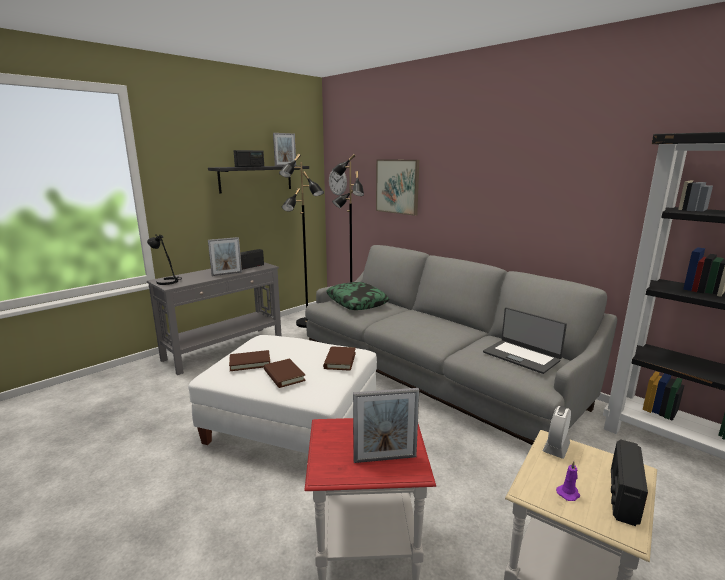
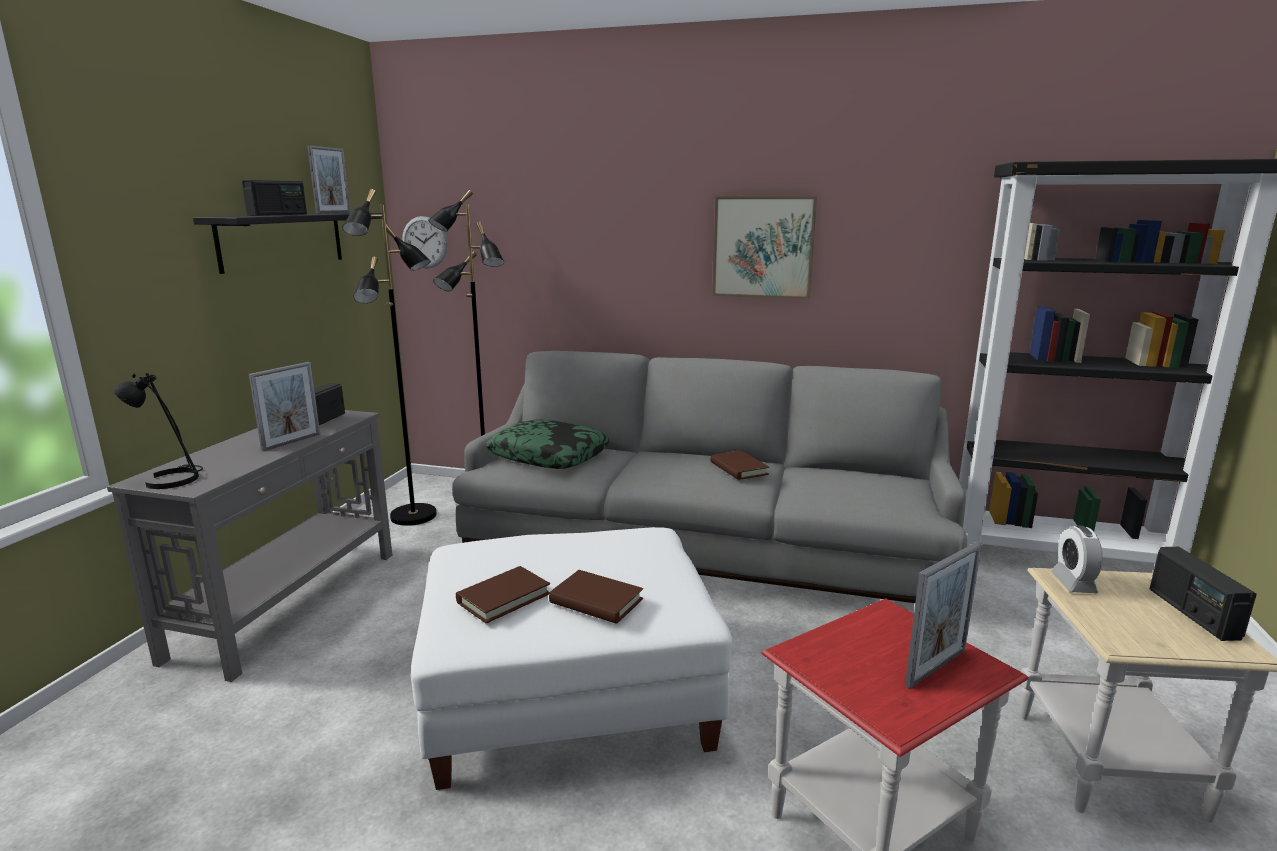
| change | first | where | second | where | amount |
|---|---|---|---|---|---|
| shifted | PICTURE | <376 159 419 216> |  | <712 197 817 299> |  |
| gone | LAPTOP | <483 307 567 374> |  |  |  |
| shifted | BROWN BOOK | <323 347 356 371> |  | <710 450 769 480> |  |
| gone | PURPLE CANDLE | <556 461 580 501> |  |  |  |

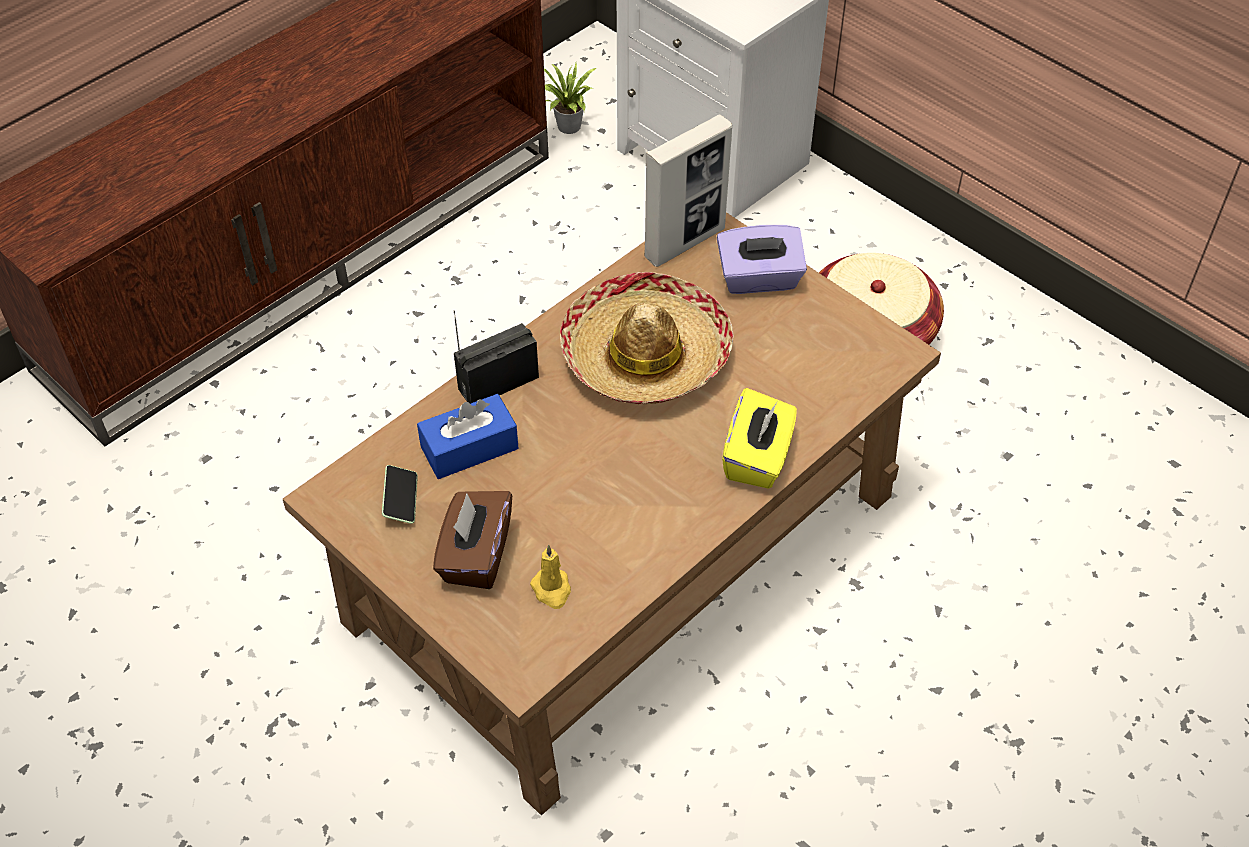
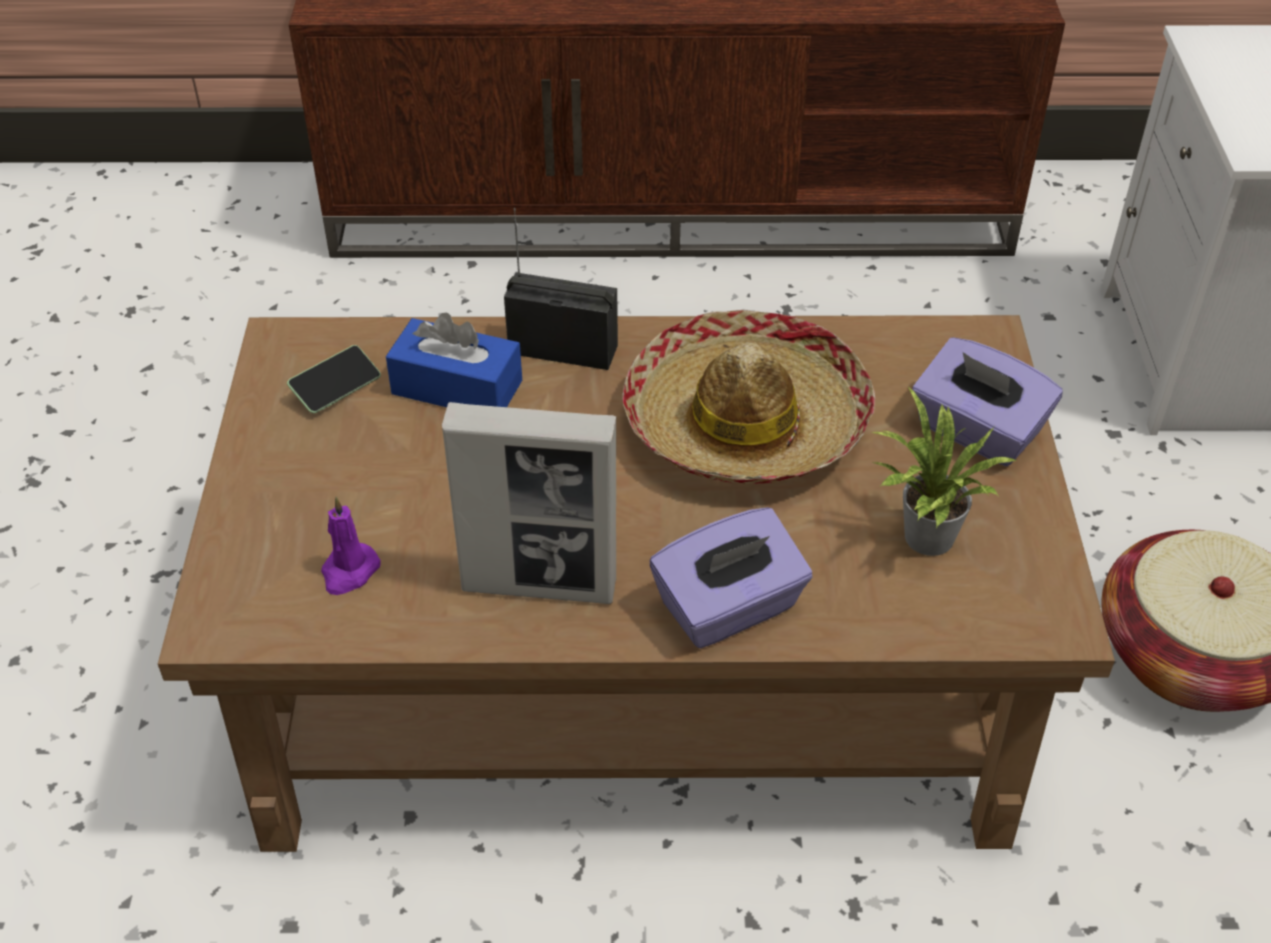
| change | first | where | second | where | amount |
|---|---|---|---|---|---|
| shifted | POTTED PLANT | <544 63 596 134> |  | <872 387 1018 556> |  |
| shifted | PICTURE FRAME | <644 114 732 267> |  | <442 402 616 604> |  |
| repainted | YELLOW TISSUE BOX | <722 388 797 489> | PURPLE TISSUE BOX | <650 507 813 648> |  |
| gone | BROWN TISSUE BOX | <433 491 512 589> |  |  |  |
| repainted | YELLOW CANDLE | <530 545 571 609> | PURPLE CANDLE | <321 497 381 595> |  |

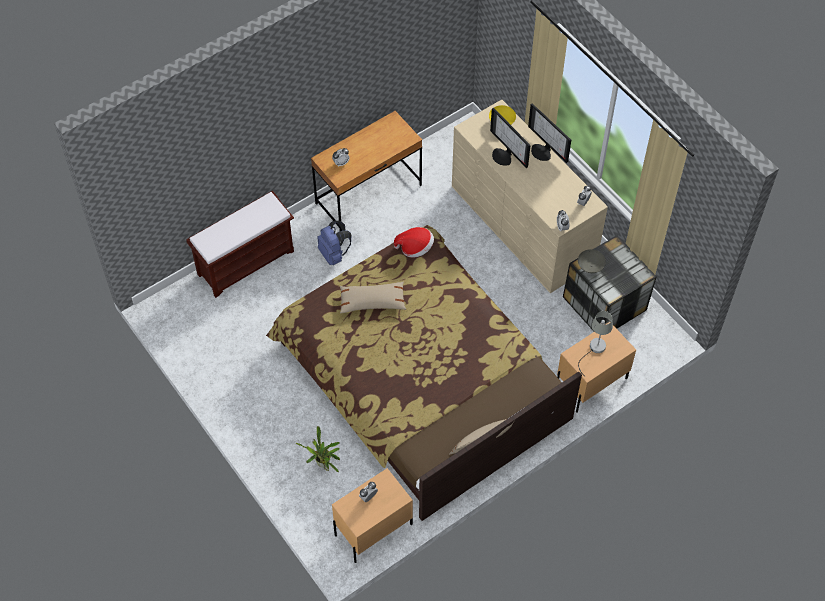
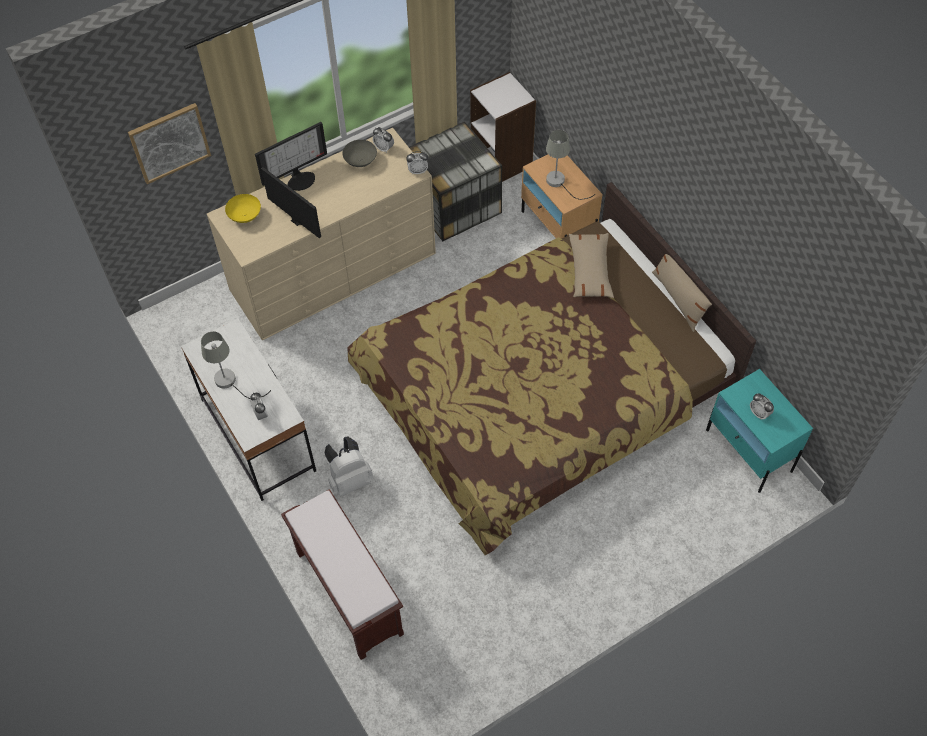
| change | first | where | second | where | amount |
|---|---|---|---|---|---|
| rotated | MONITOR | <490 108 530 168> |  | <261 167 321 238> | 105 degrees counterclockwise |
| repainted | BROWN DESK | <311 111 422 231> | WHITE DESK | <181 319 316 501> |  |
| repainted | BLUE BACKPACK | <317 221 351 265> | WHITE BACKPACK | <325 437 373 497> |  |
| gone | HAT | <394 227 434 258> |  |  |  |
| shifted | GREY BOWL | <578 249 606 273> |  | <342 140 377 167> |  |
| shifted | BEIGE PILLOW | <340 281 406 314> |  | <569 233 614 298> |  |
| gone | POTTED PLANT | <296 426 340 473> |  |  |  |
| repainted | BEIGE NIGHTSTAND | <332 468 413 563> | TURQUOISE NIGHTSTAND | <706 369 813 493> |  |
| new |  |  | WHITE BOOKCASE | <470 72 536 182> |  |
| new |  |  | PICTURE | <128 103 211 184> |  |
| new |  |  | GREY TABLE LAMP | <201 331 271 399> |  |

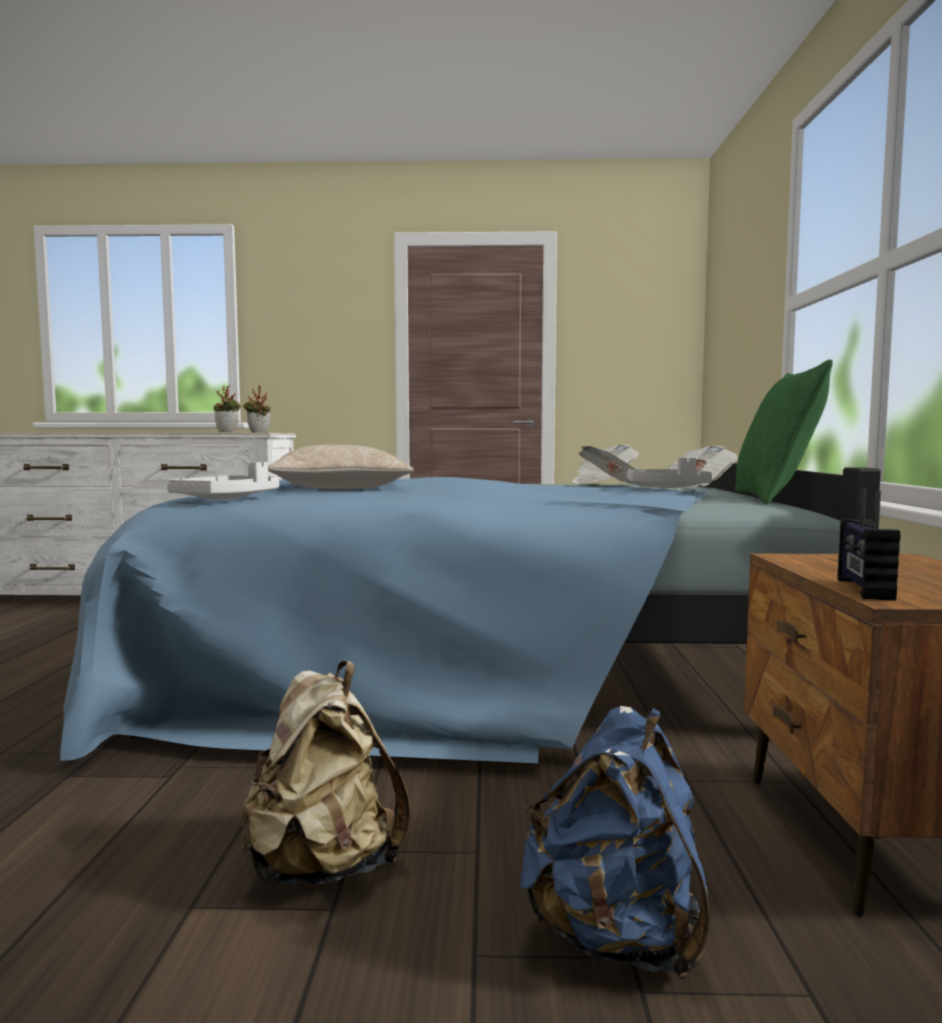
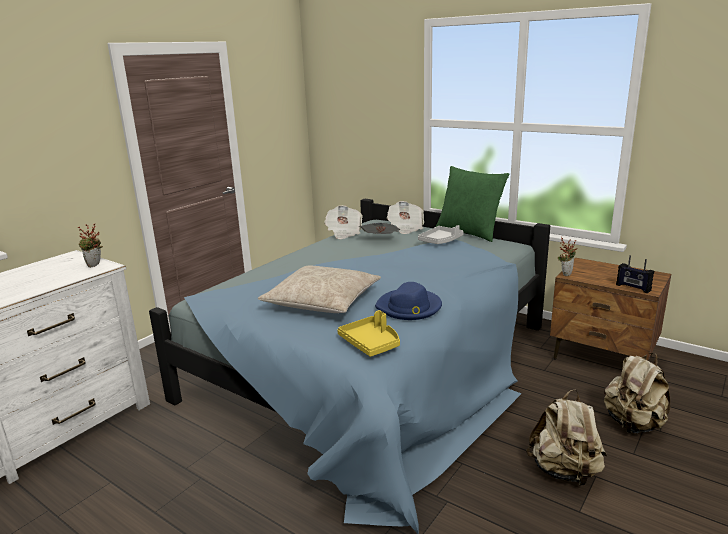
| change | first | where | second | where | amount |
|---|---|---|---|---|---|
| shifted | POTTED PLANT | <214 386 241 433> |  | <558 237 578 276> |  |
| repainted | WHITE TRAY | <167 462 279 499> | YELLOW TRAY | <337 310 400 357> |  |
| repainted | BLUE BACKPACK | <520 706 710 980> | BEIGE BACKPACK | <604 353 670 434> |  |
| new |  |  | BLUE HAT | <375 282 442 320> |  |

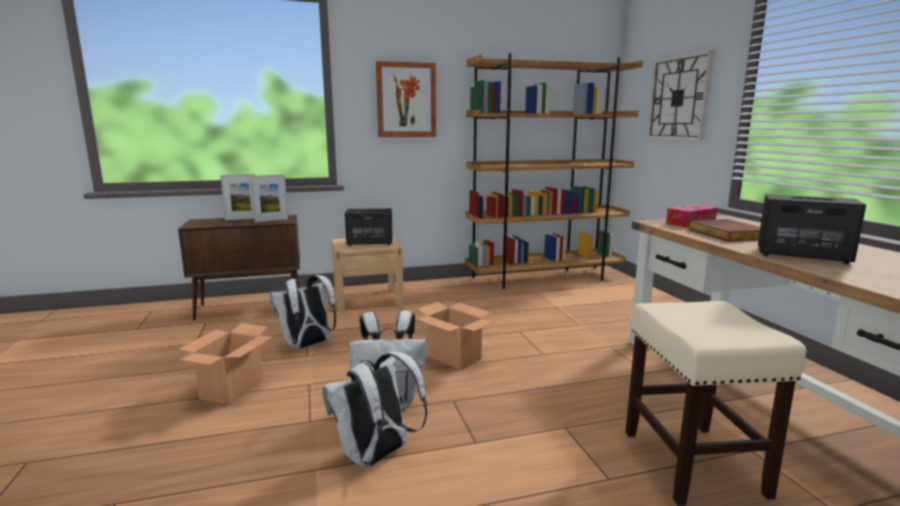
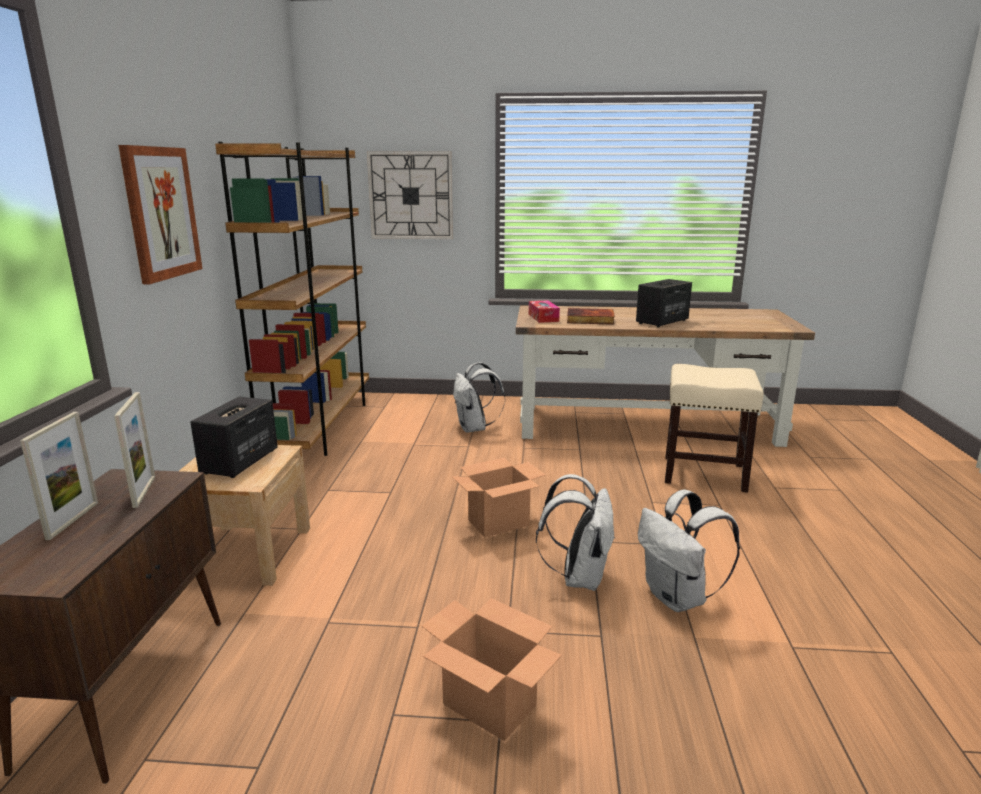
| change | first | where | second | where | amount |
|---|---|---|---|---|---|
| shifted | WHITE BACKPACK | <269 275 336 349> |  | <453 362 505 433> |  |

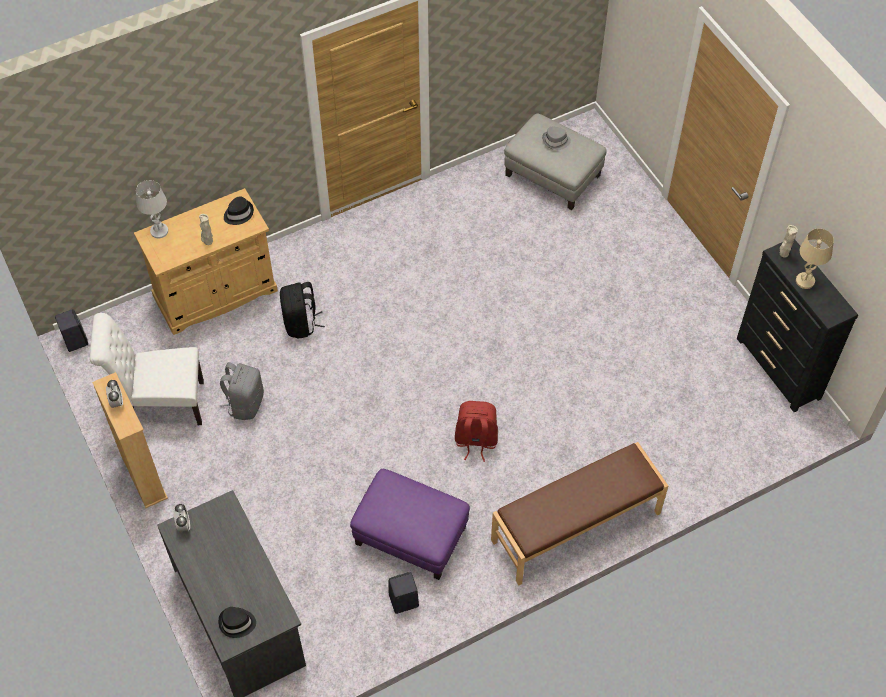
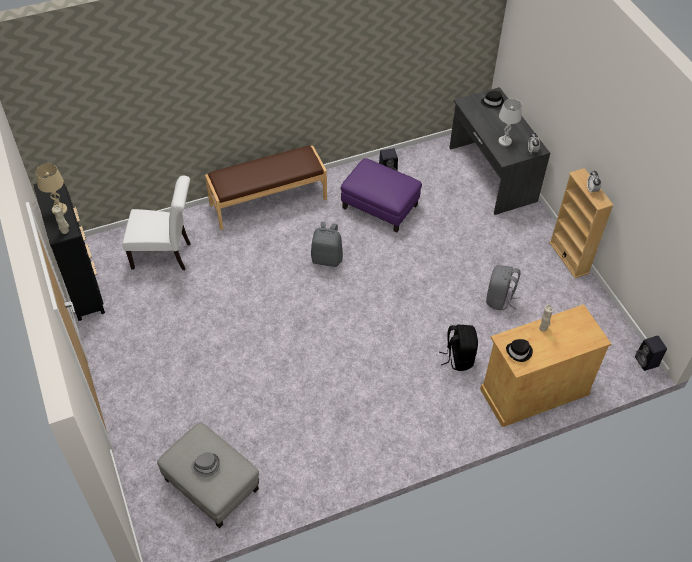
| change | first | where | second | where | amount |
|---|---|---|---|---|---|
| shifted | WHITE TABLE LAMP | <136 180 168 238> |  | <499 99 522 146> |  |
| shifted | WHITE CHAIR | <90 313 204 425> |  | <122 176 191 270> |  |
| repainted | RED BACKPACK | <455 401 498 462> | GREY BACKPACK | <311 222 343 267> |  |

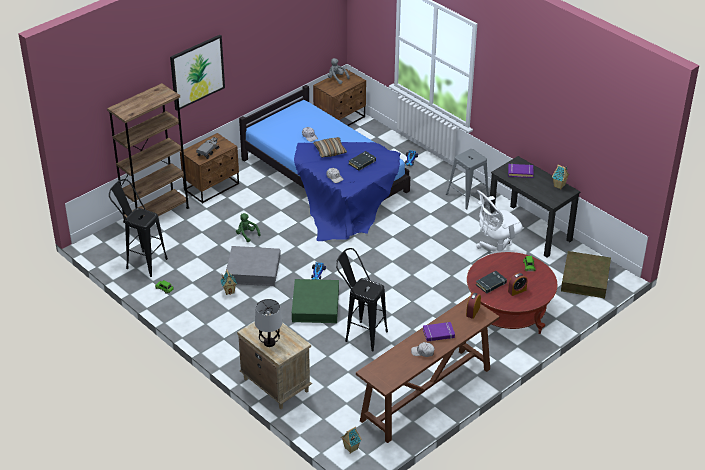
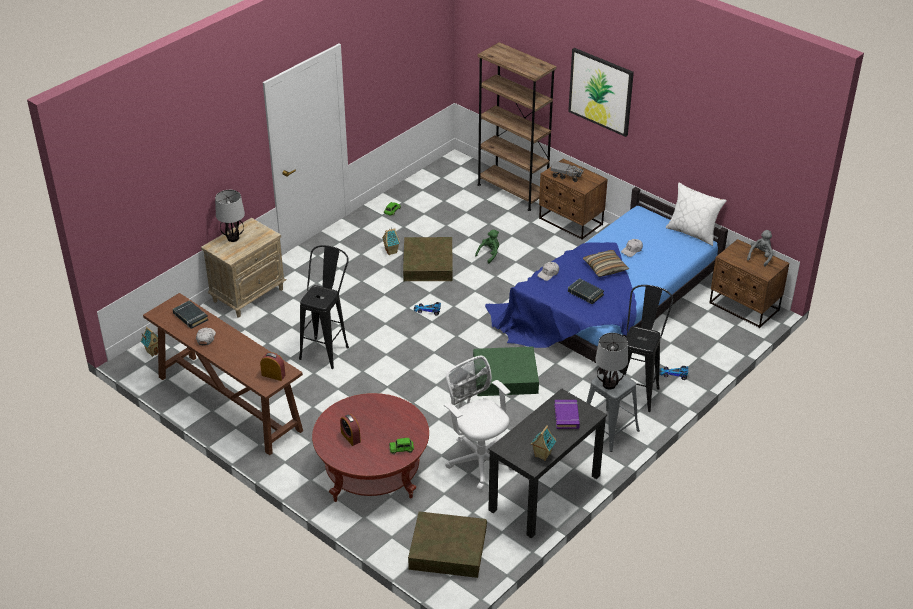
| change | first | where | second | where | amount |
|---|---|---|---|---|---|
| shifted | BLACK STOOL | <109 179 168 277> |  | <619 285 673 412> |  |
| repainted | GREY STORAGE BOX | <225 246 280 286> | BROWN STORAGE BOX | <403 237 453 281> |  |
| shifted | BLACK BOOK | <476 271 507 293> |  | <173 300 208 329> |  |
| shifted | GREEN STORAGE BOX | <292 279 339 323> |  | <473 346 539 396> |  |
| gone | PURPLE BOOK | <423 322 455 342> |  |  |  |
| new |  |  | WHITE PILLOW | <666 183 727 246> |  |
| new |  |  | TABLE LAMP | <595 333 628 389> |  |

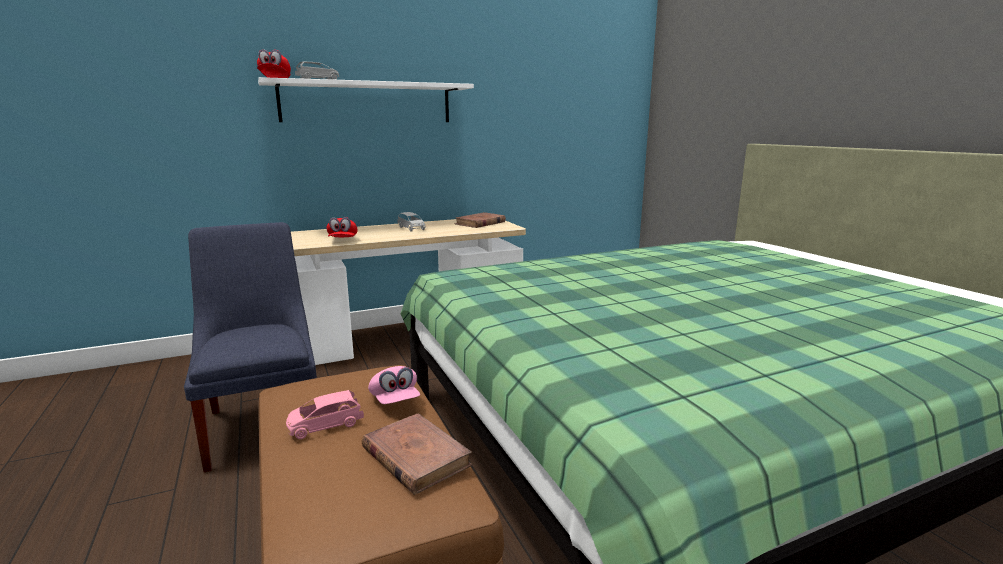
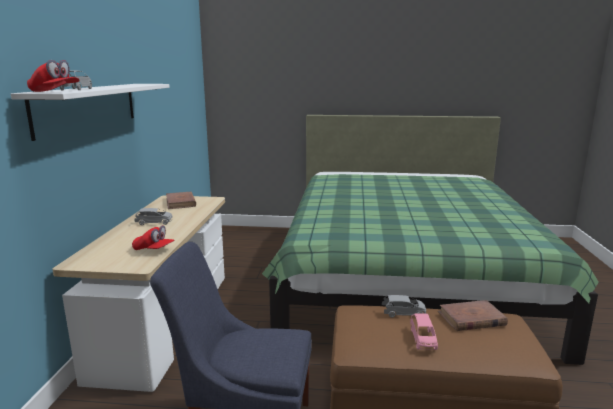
| change | first | where | second | where | amount |
|---|---|---|---|---|---|
| swapped | PINK CAP | <368 366 420 404> | GREY TOY CAR | <382 295 426 318> |  |

